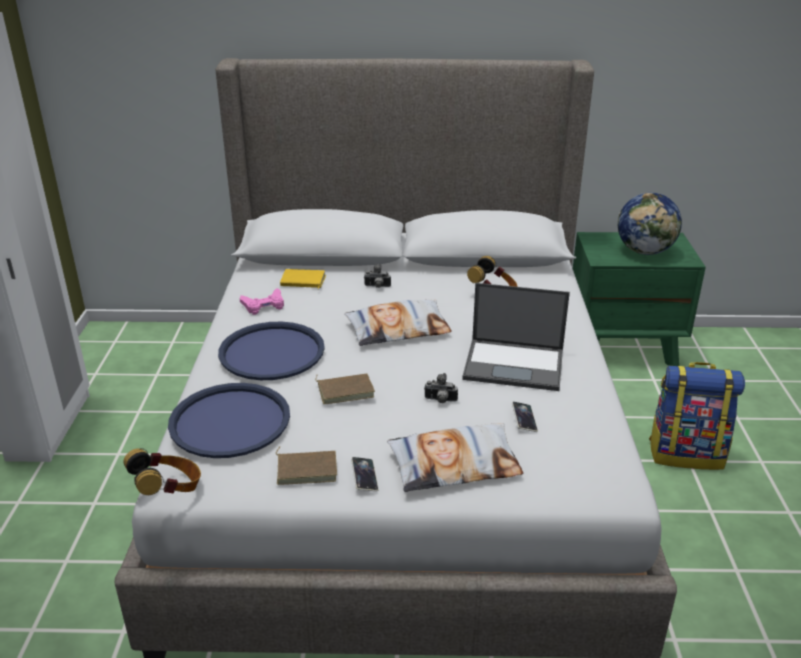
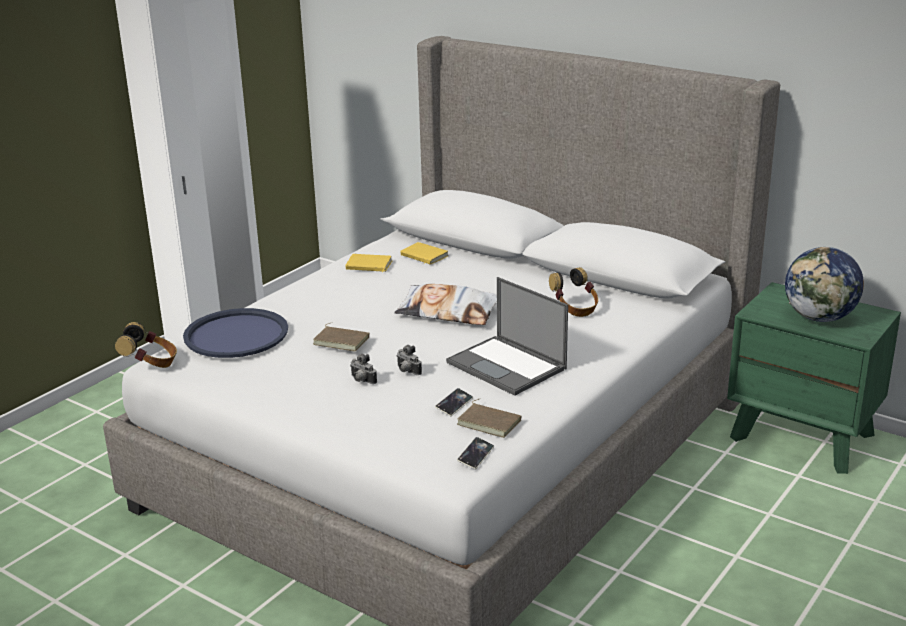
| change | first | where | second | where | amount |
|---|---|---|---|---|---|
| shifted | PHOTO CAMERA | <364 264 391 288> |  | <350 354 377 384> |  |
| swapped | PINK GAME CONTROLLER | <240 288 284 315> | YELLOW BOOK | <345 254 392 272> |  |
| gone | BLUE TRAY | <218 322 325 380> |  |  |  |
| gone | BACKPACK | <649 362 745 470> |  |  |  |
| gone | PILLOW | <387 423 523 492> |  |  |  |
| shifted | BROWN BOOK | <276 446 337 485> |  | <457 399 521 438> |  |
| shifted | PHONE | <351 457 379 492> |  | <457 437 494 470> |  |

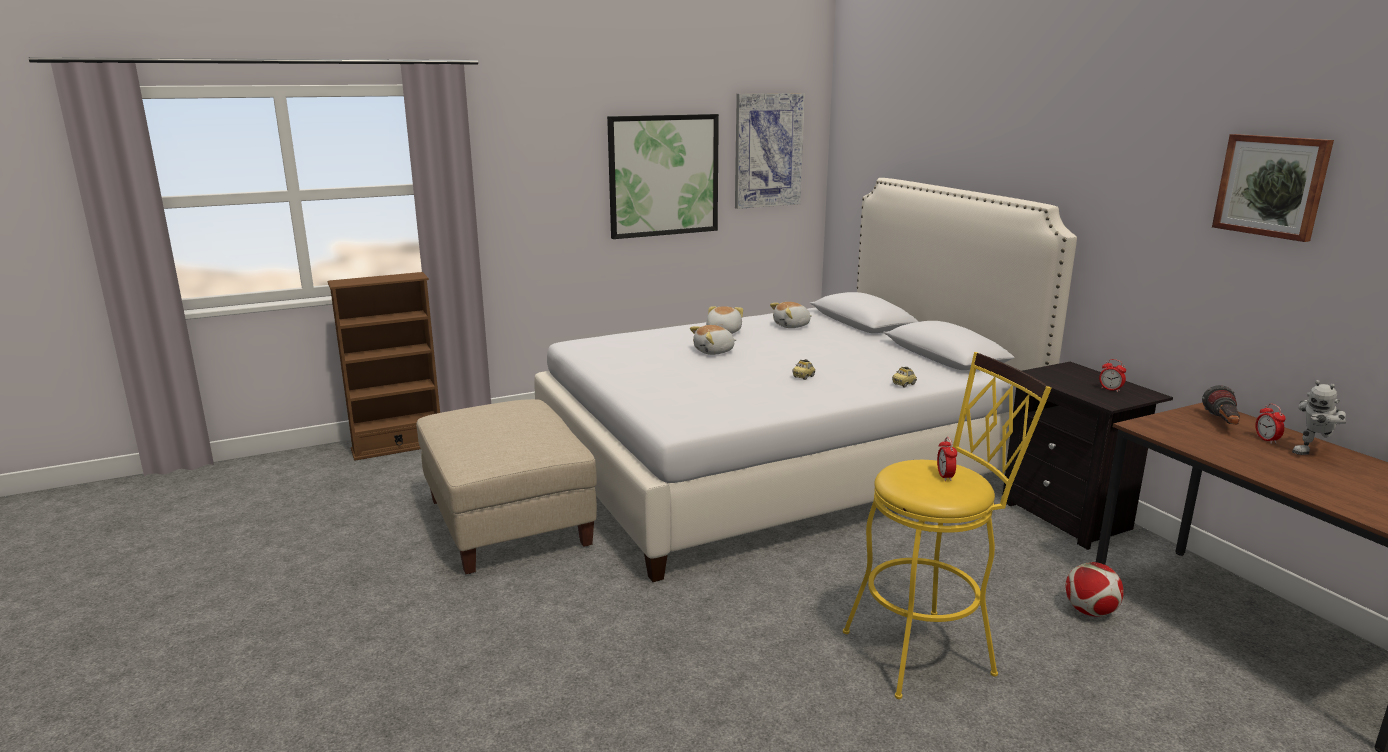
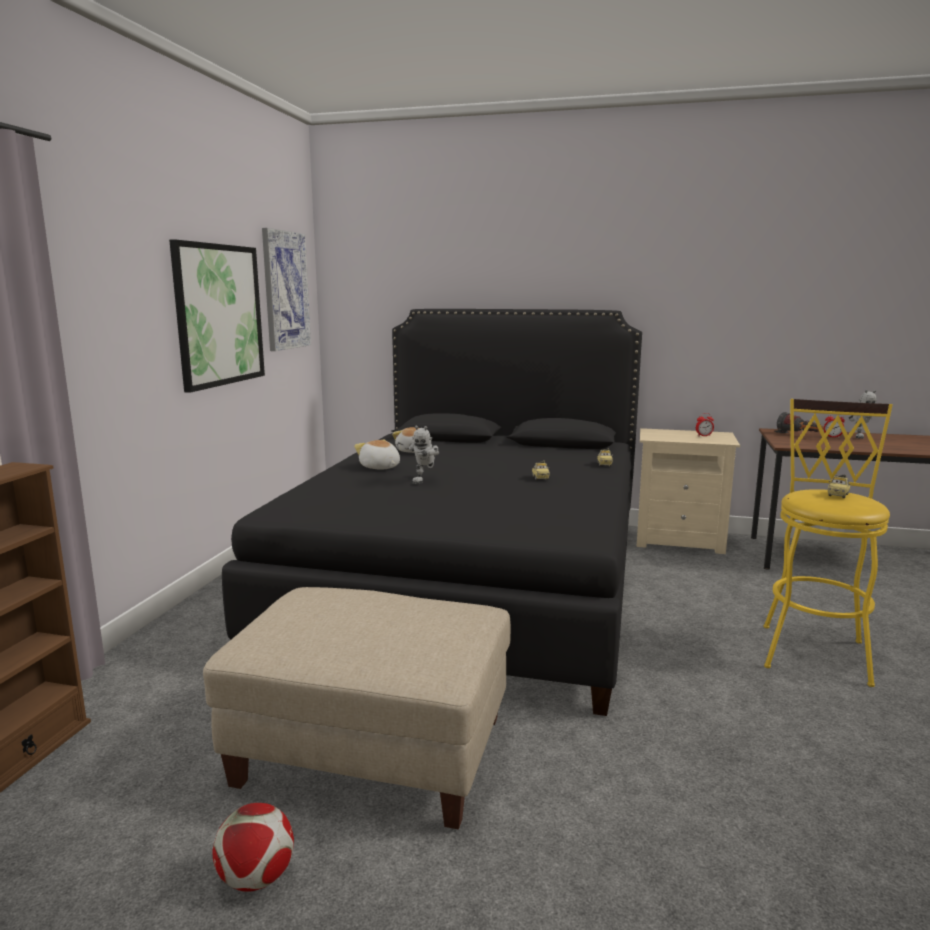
| change | first | where | second | where | amount |
|---|---|---|---|---|---|
| gone | PICTURE | <1212 134 1334 242> |  |  |  |
| repainted | WHITE BED | <534 178 1077 582> | BLACK BED | <222 309 642 716> |  |
| swapped | PLUSH TOY | <690 325 736 355> | TOY ROBOT | <409 426 439 484> |  |
| repainted | BLACK NIGHTSTAND | <1003 362 1173 550> | BEIGE NIGHTSTAND | <637 428 740 554> |  |
| swapped | ALARM CLOCK | <937 437 957 481> | TOY CAR | <828 475 850 498> |  |
| shifted | FOOTBALL | <1066 562 1124 617> |  | <212 803 294 892> |  |

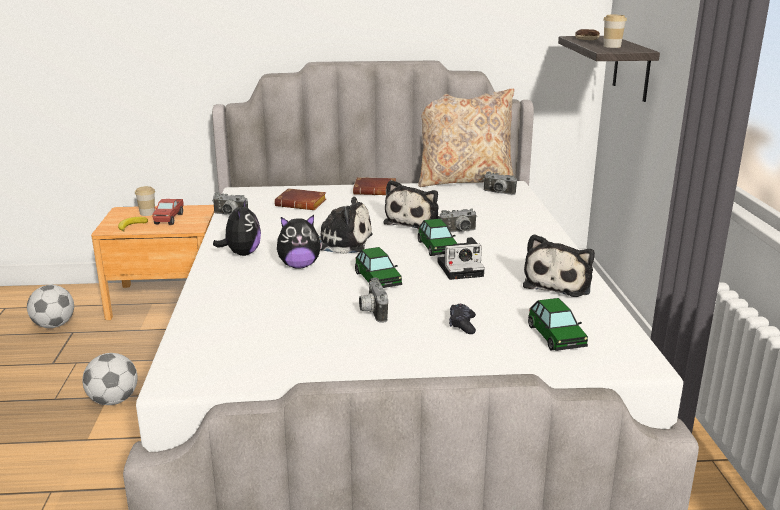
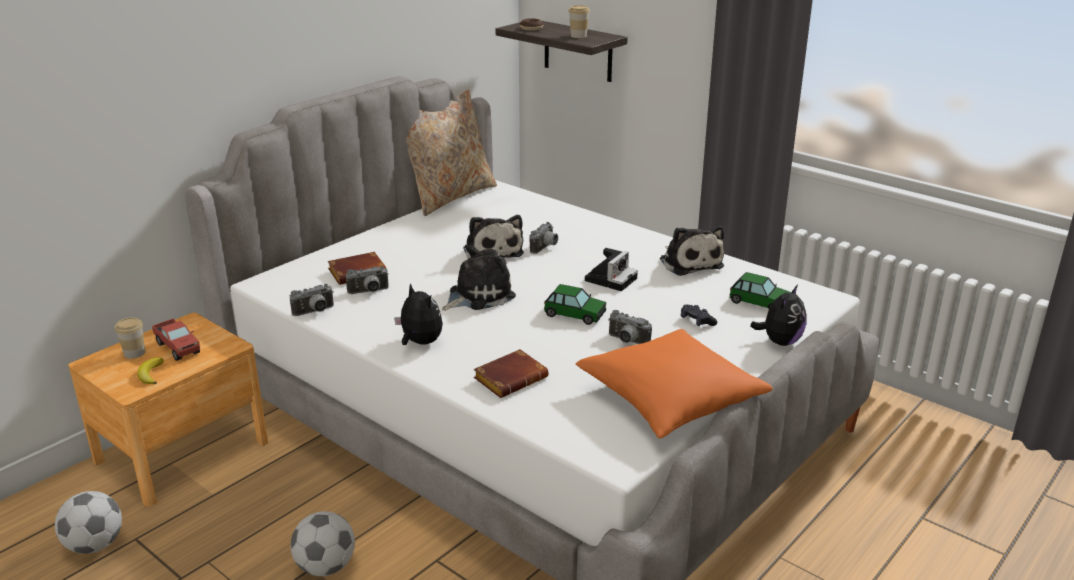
| change | first | where | second | where | amount |
|---|---|---|---|---|---|
| shifted | PHOTO CAMERA | <483 172 517 195> |  | <346 266 389 294> |  |
| shifted | BROWN BOOK | <353 177 396 195> |  | <474 349 549 398> |  |
| shifted | PLUSH TOY | <277 215 323 269> |  | <750 285 806 346> |  |
| gone | TOY CAR | <418 219 457 256> |  |  |  |
| new |  |  | ORANGE PILLOW | <576 329 773 438> |  |

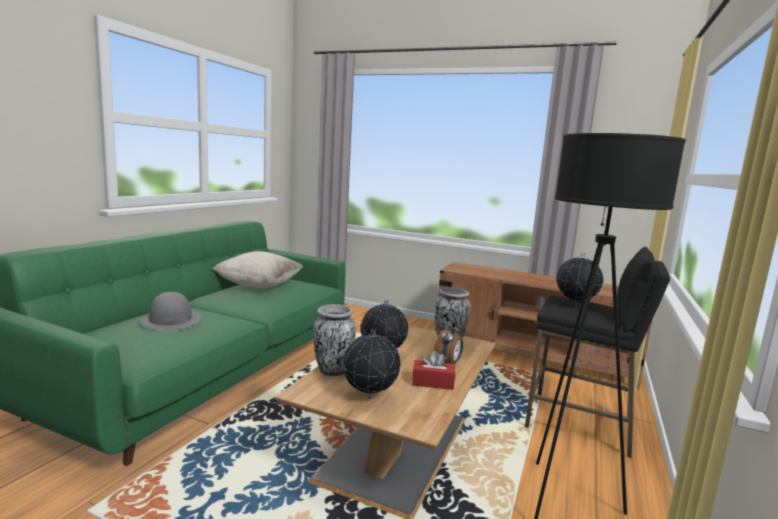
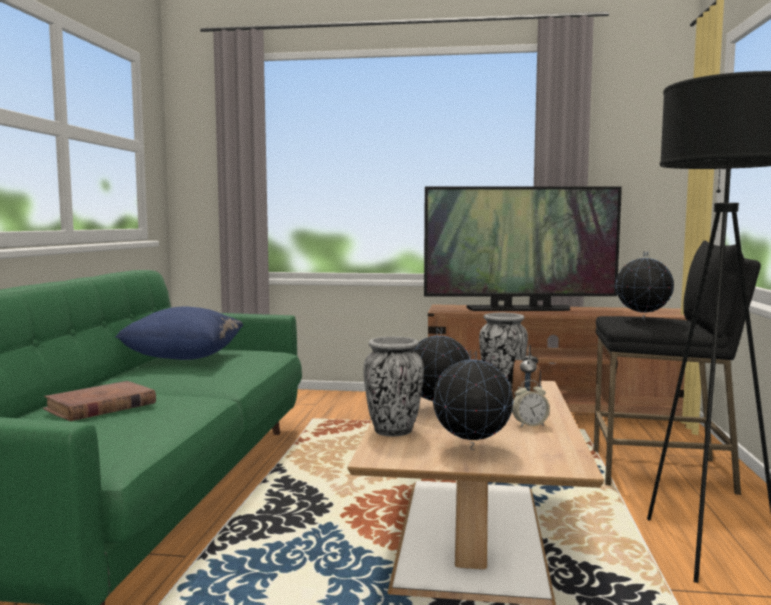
| change | first | where | second | where | amount |
|---|---|---|---|---|---|
| repainted | BEIGE PILLOW | <213 251 303 288> | BLUE PILLOW | <115 307 244 360> |  |
| swapped | GREY HAT | <139 292 201 331> | BROWN BOOK | <43 381 156 421> |  |
| swapped | RED TISSUE BOX | <412 351 455 390> | ALARM CLOCK | <512 380 550 427> |  |
| new |  |  | TELEVISION | <424 187 622 311> |  |

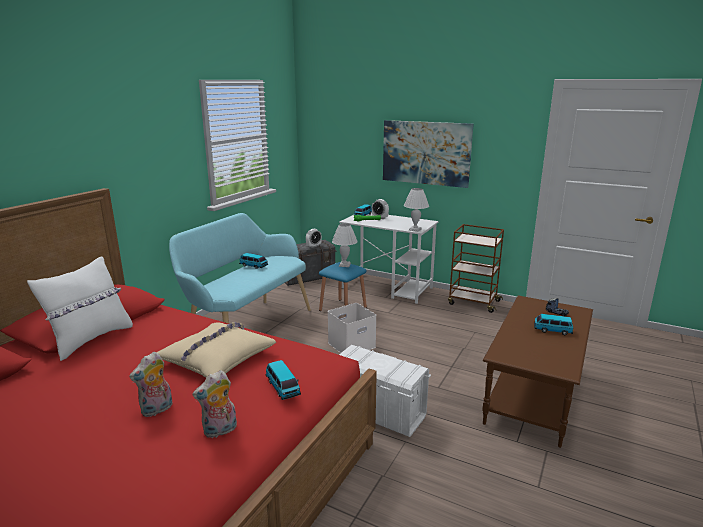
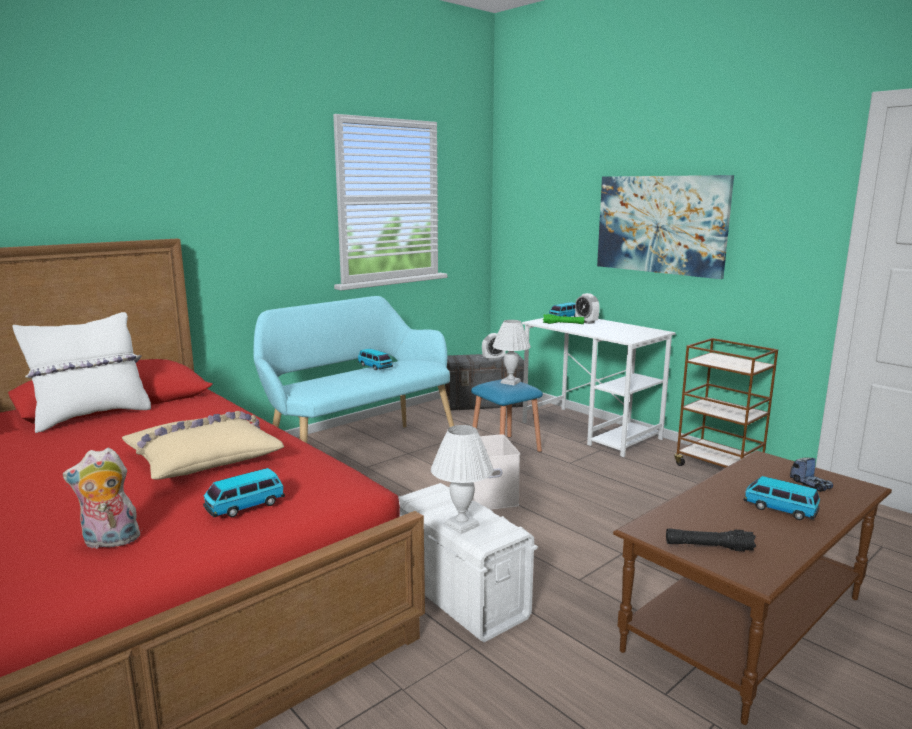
| change | first | where | second | where | amount |
|---|---|---|---|---|---|
| shifted | WHITE TABLE LAMP | <404 188 429 232> |  | <431 425 494 534> |  |
| gone | PLUSH TOY | <129 352 172 417> |  |  |  |
| rotated | TOY CAR | <266 360 301 400> |  | <203 468 285 517> | 60 degrees clockwise |
| new |  |  | BLACK FLASHLIGHT | <666 528 756 551> |  |

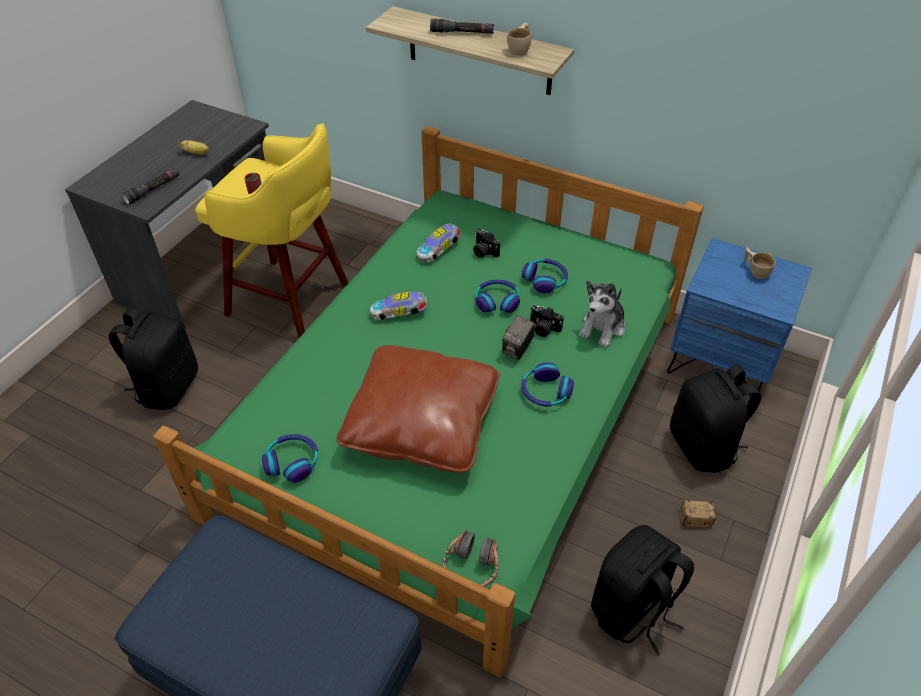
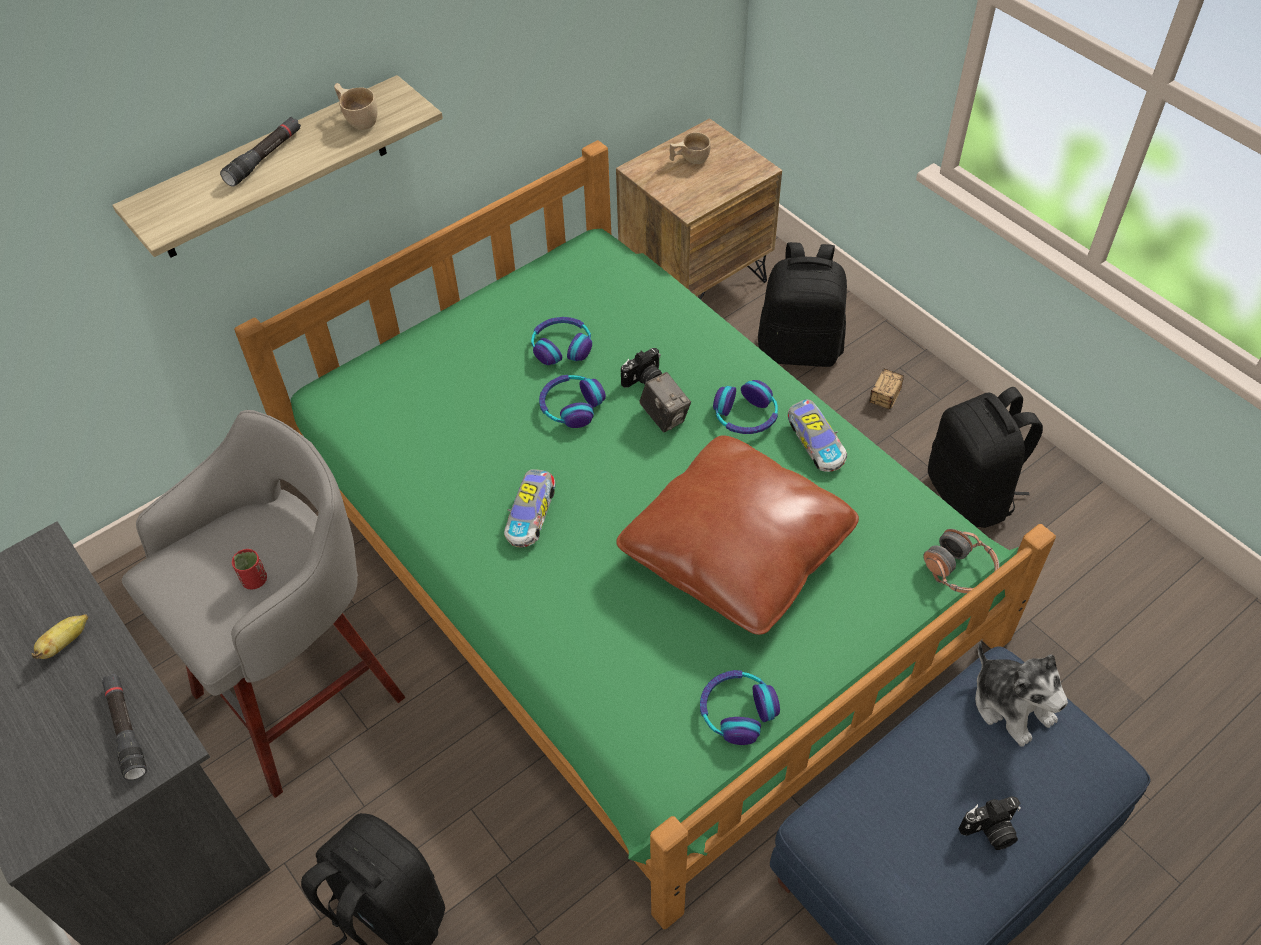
| change | first | where | second | where | amount |
|---|---|---|---|---|---|
| repainted | YELLOW STOOL | <195 123 348 338> | GREY STOOL | <122 410 405 798> |  |
| shifted | TOY CAR | <416 223 461 262> |  | <788 399 847 472> |  |
| shifted | PHOTO CAMERA | <473 229 500 258> |  | <959 796 1021 850> |  |
| repainted | BLUE NIGHTSTAND | <667 238 812 398> | BROWN NIGHTSTAND | <616 118 782 300> |  |
| shifted | PLUSH TOY | <579 280 625 348> |  | <975 642 1068 747> |  |

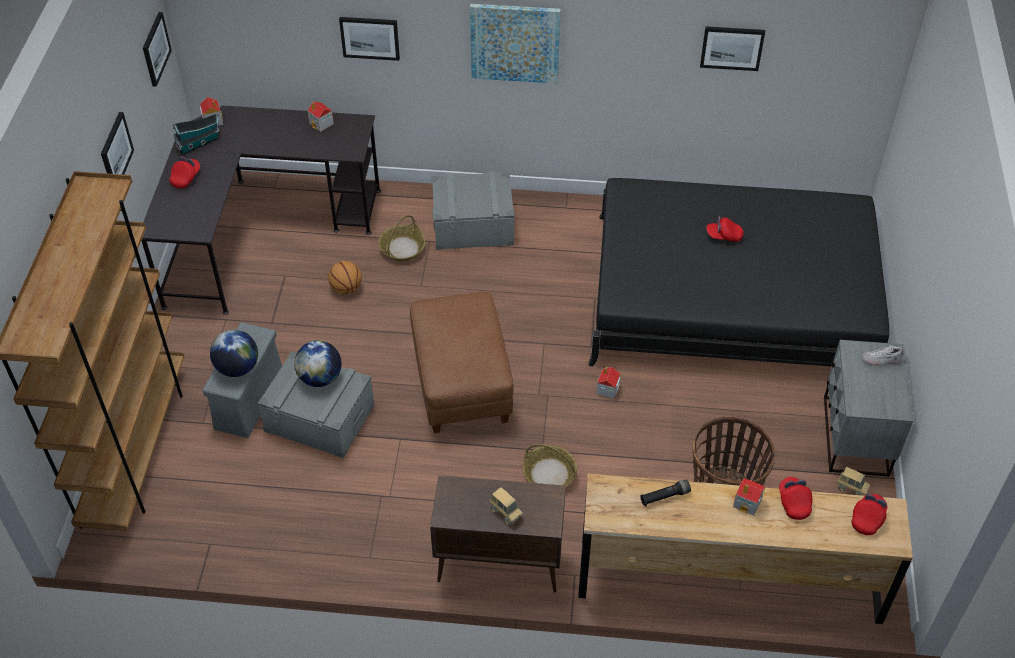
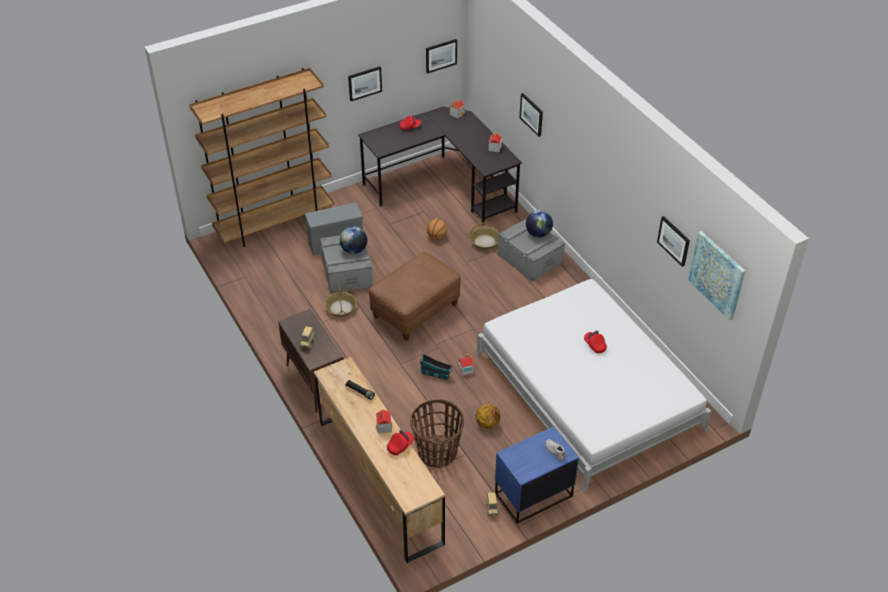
| change | first | where | second | where | amount |
|---|---|---|---|---|---|
| shifted | PICTURE | <470 4 561 84> |  | <688 231 745 320> |  |
| shifted | TOY HOUSE | <173 113 219 155> |  | <420 353 453 380> |  |
| repainted | BLACK BED | <588 178 889 367> | WHITE BED | <475 279 711 492> |  |
| shifted | GLOBE | <210 330 258 377> |  | <526 210 553 237> |  |
| repainted | GREY NIGHTSTAND | <824 340 913 477> | BLUE NIGHTSTAND | <495 426 579 524> |  |
| shifted | BASKET | <523 444 577 486> |  | <324 284 357 317> |  |
| gone | RED CAP | <851 494 887 535> |  |  |  |
| new |  |  | BASKETBALL | <476 404 500 428> |  |

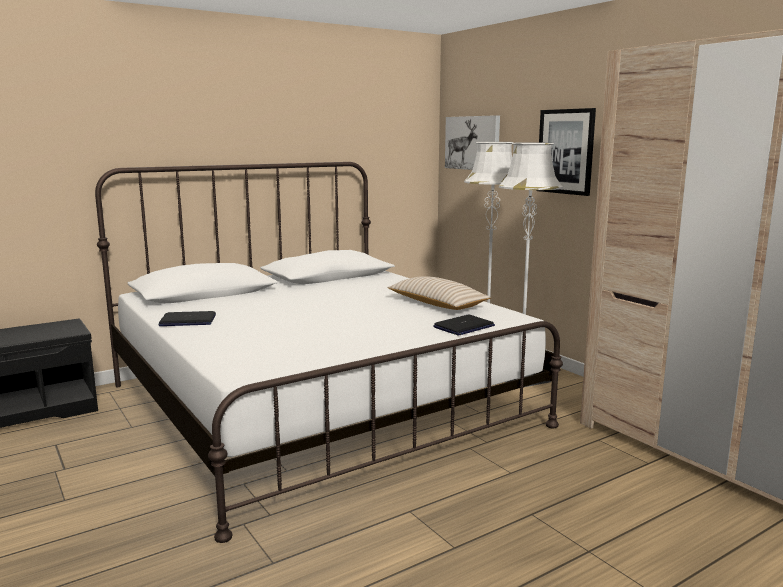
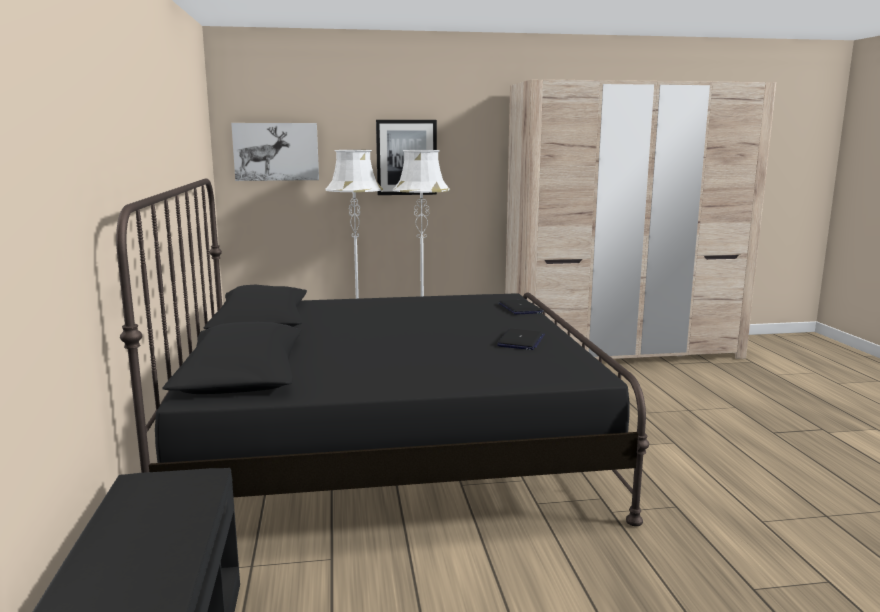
| change | first | where | second | where | amount |
|---|---|---|---|---|---|
| repainted | WHITE BED | <95 162 563 543> | BLACK BED | <116 178 649 526> |  |
| gone | BEIGE PILLOW | <387 276 491 310> |  |  |  |
| shifted | LAPTOP | <158 311 216 326> |  | <497 328 545 350> |  |

